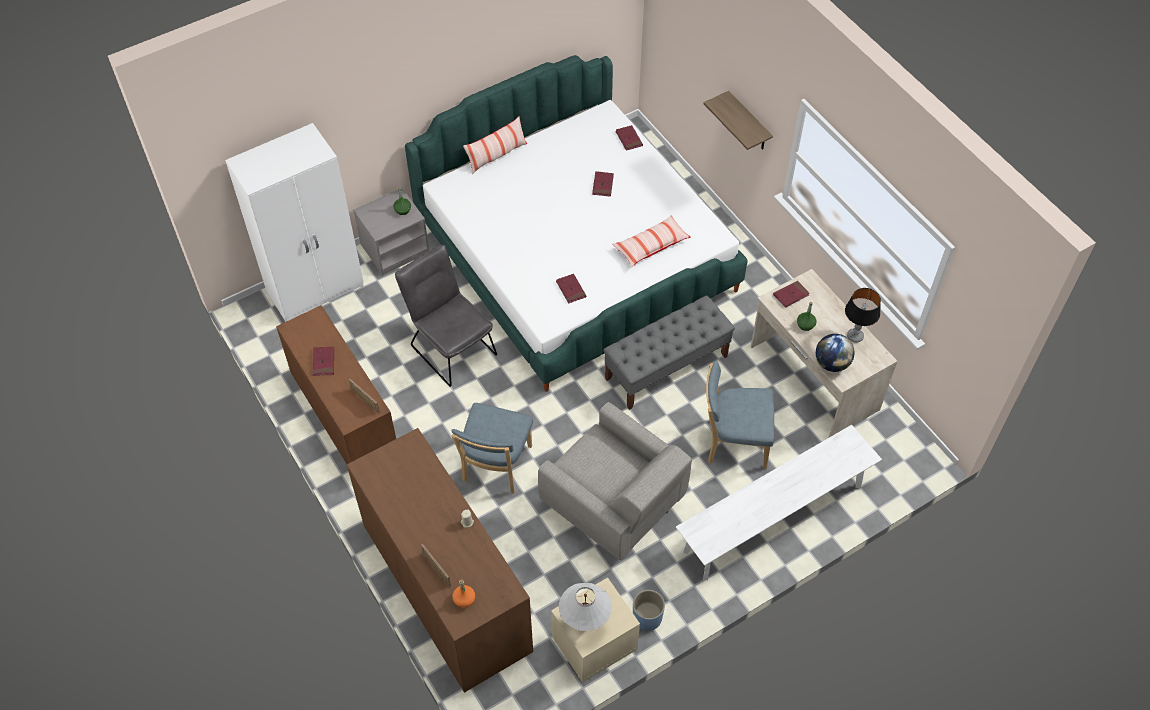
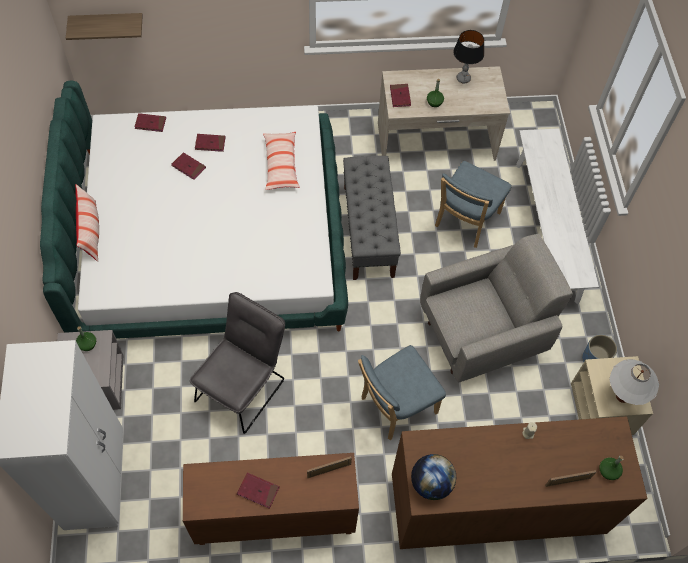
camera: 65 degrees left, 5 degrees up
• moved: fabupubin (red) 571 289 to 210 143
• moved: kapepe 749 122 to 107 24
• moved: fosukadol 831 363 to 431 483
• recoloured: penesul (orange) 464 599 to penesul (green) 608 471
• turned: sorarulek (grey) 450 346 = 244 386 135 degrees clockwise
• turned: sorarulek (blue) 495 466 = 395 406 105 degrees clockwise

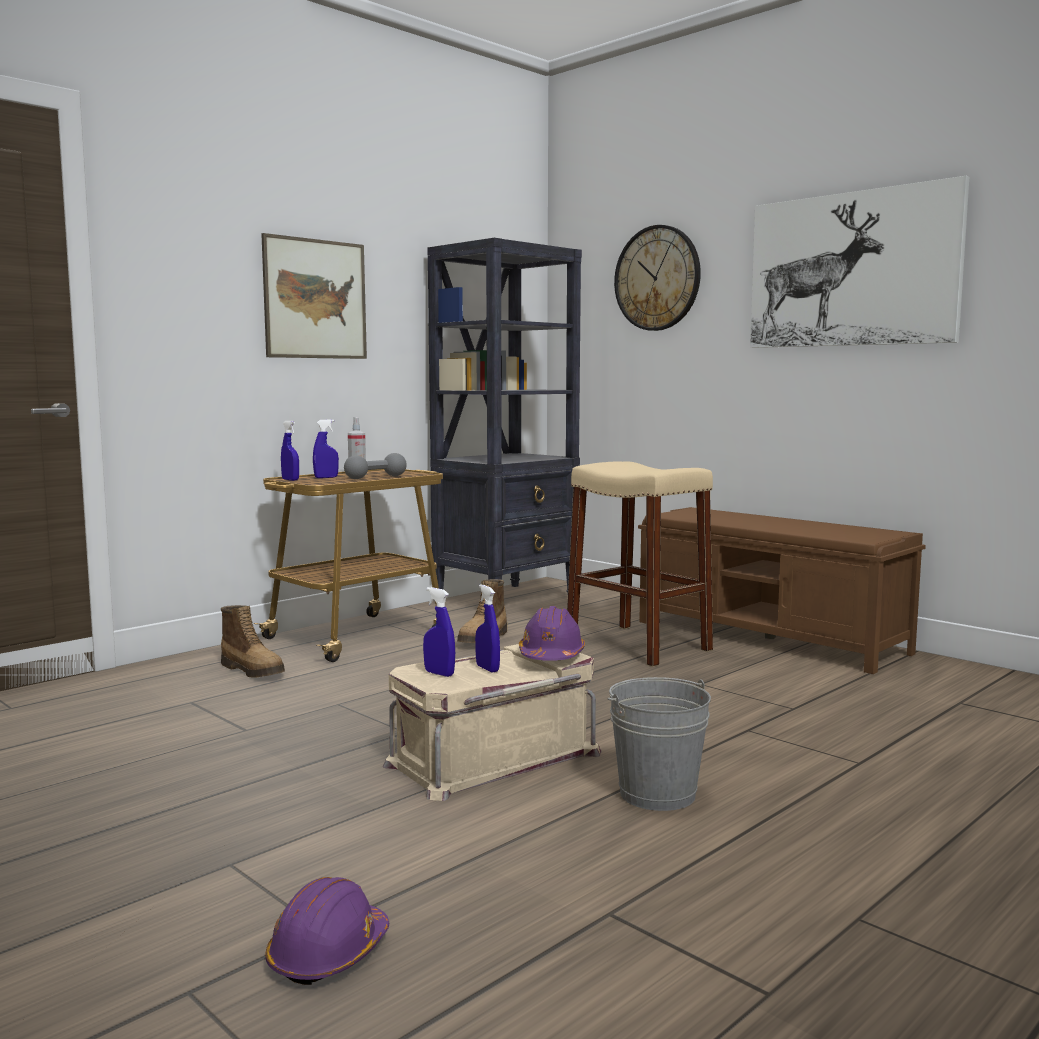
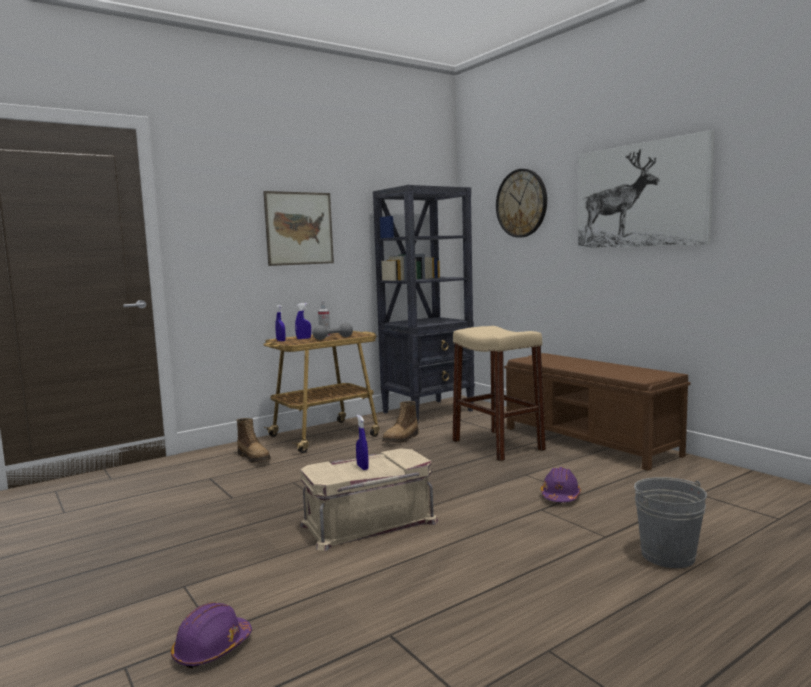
camera: 10 degrees right, 0 degrees up
• removed: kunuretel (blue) 439 673
• moved: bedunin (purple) 551 656 to 560 496
• moved: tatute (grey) 657 794 to 668 555

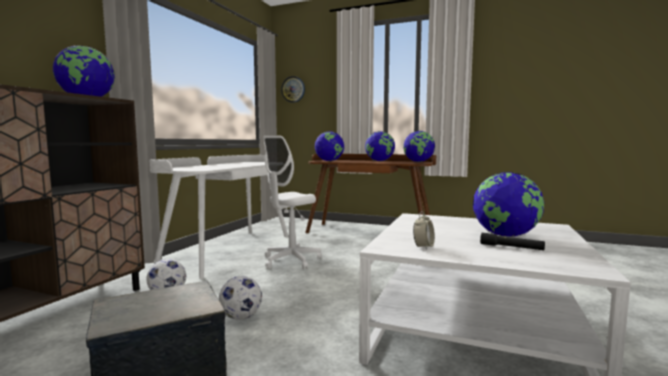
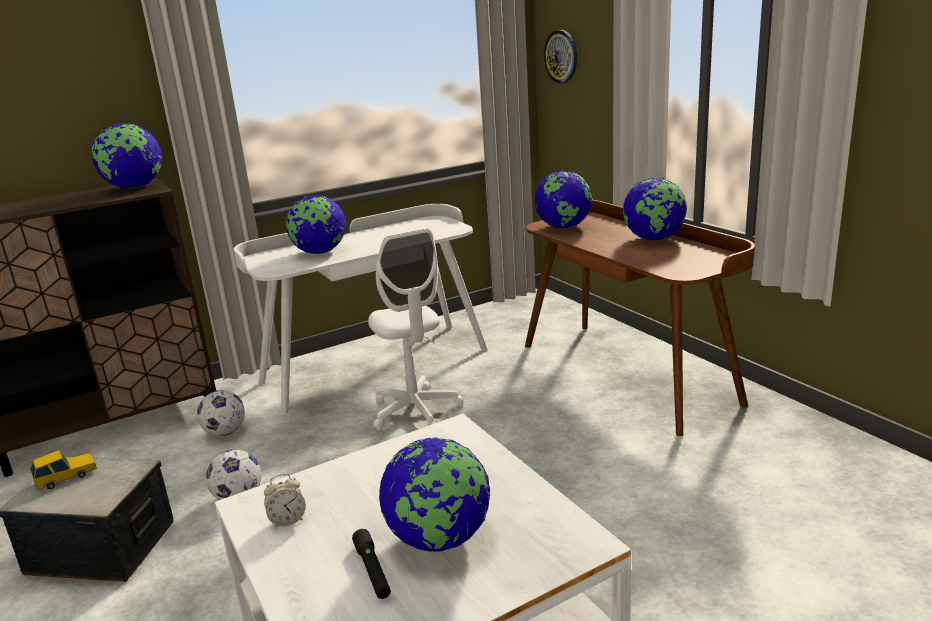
camera: 40 degrees right, 15 degrees up
• added: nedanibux 66 476
• moved: fosukadol 418 162 to 320 252
• turned: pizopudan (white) 291 261 = 415 411 105 degrees counterclockwise

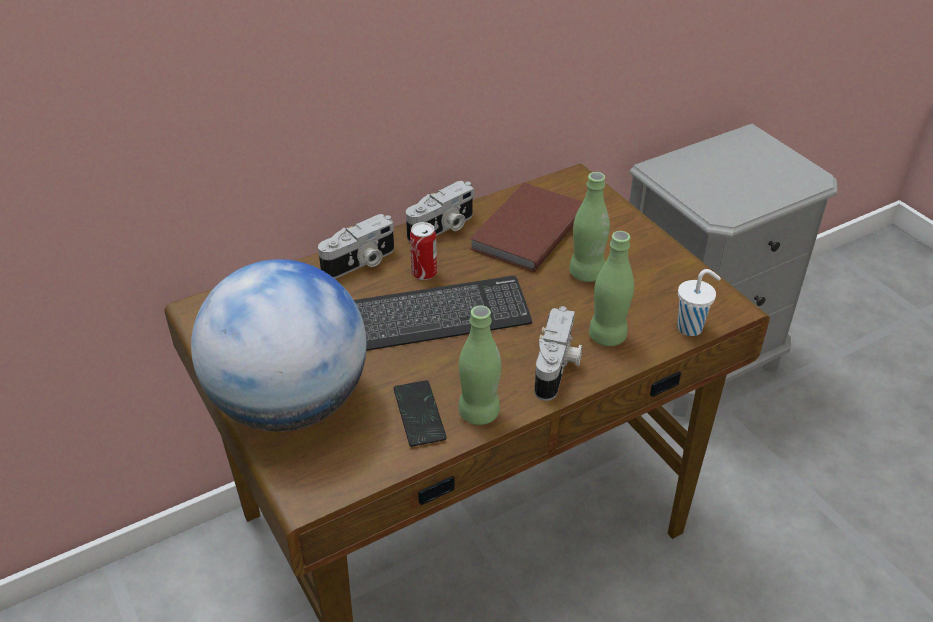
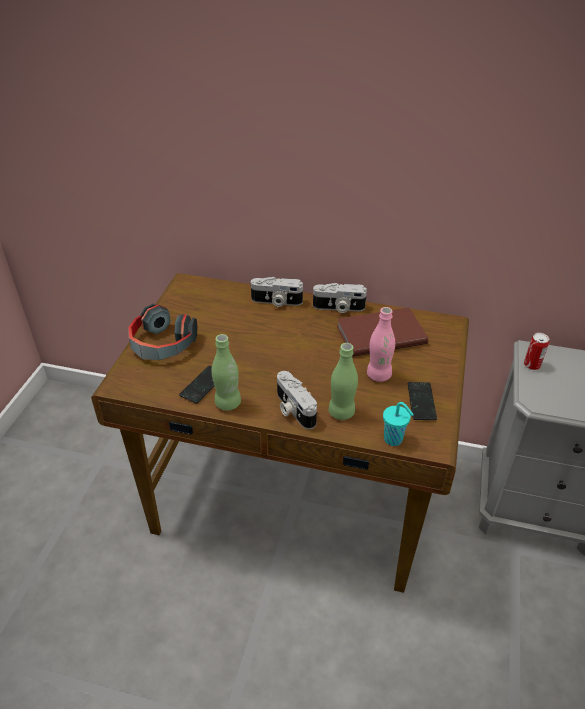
camera: 45 degrees right, 0 degrees up
• removed: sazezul 441 316
• added: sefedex 421 402
• moved: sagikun 424 273 to 532 365
• replaced: fosukadol 290 404 to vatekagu 162 344
• recoloured: penesul (green) 586 274 to penesul (pink) 378 375
• recoloured: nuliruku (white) 691 328 to nuliruku (turquoise) 394 440
• turned: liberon 557 368 = 293 409 90 degrees clockwise

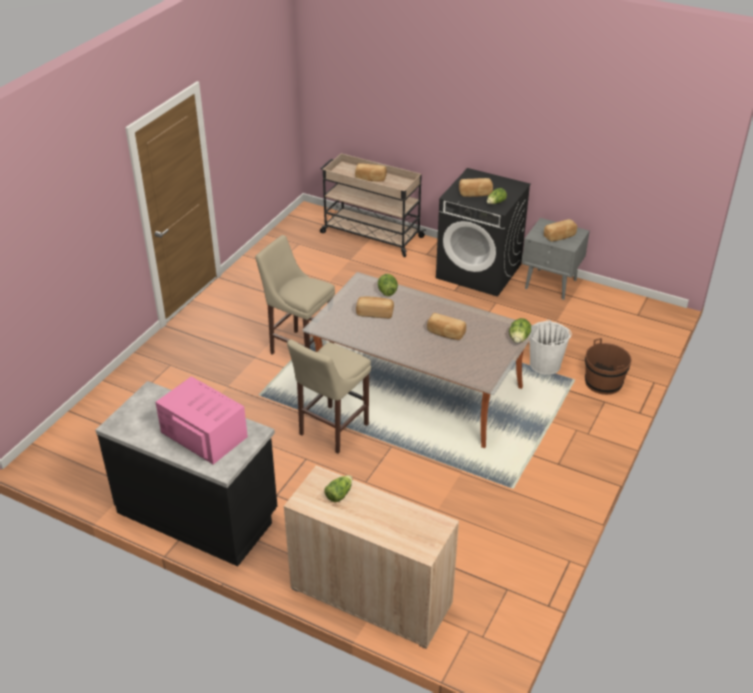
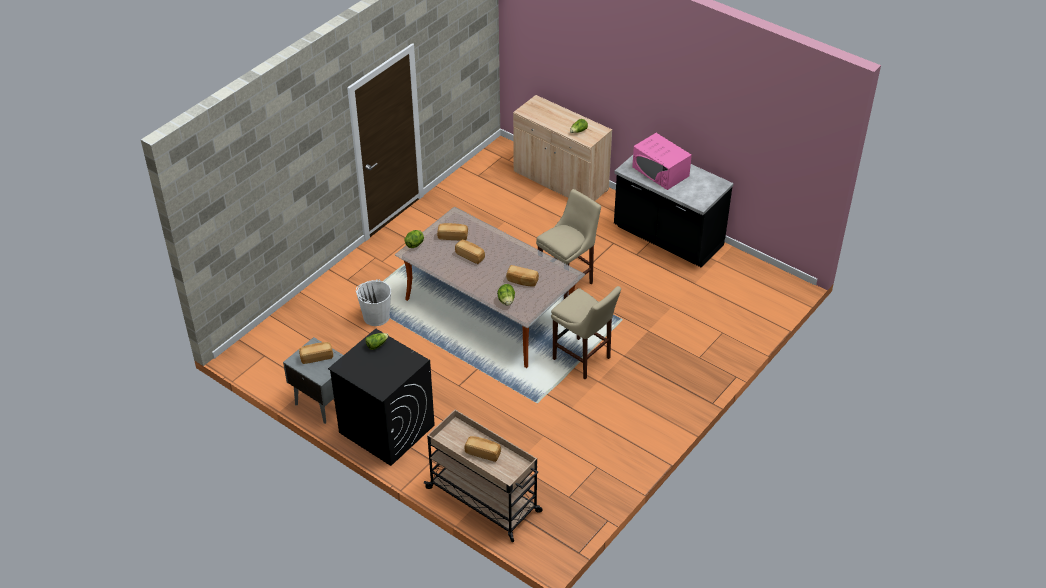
camera: 170 degrees left, 5 degrees up
• removed: tatute (brown) 603 382
• moved: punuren 475 194 to 453 236

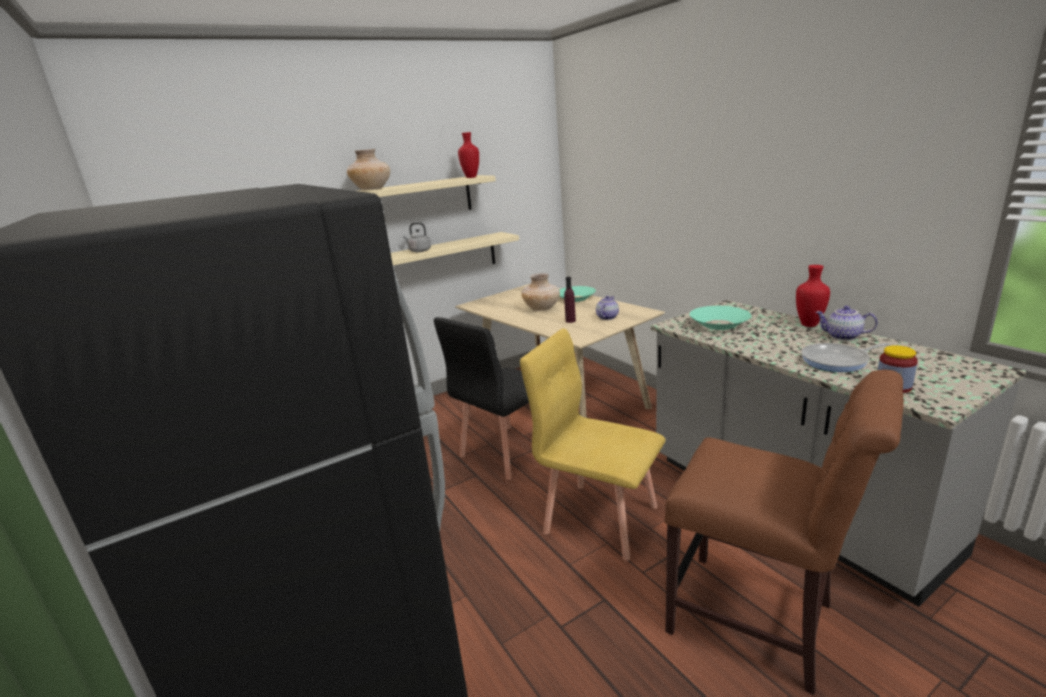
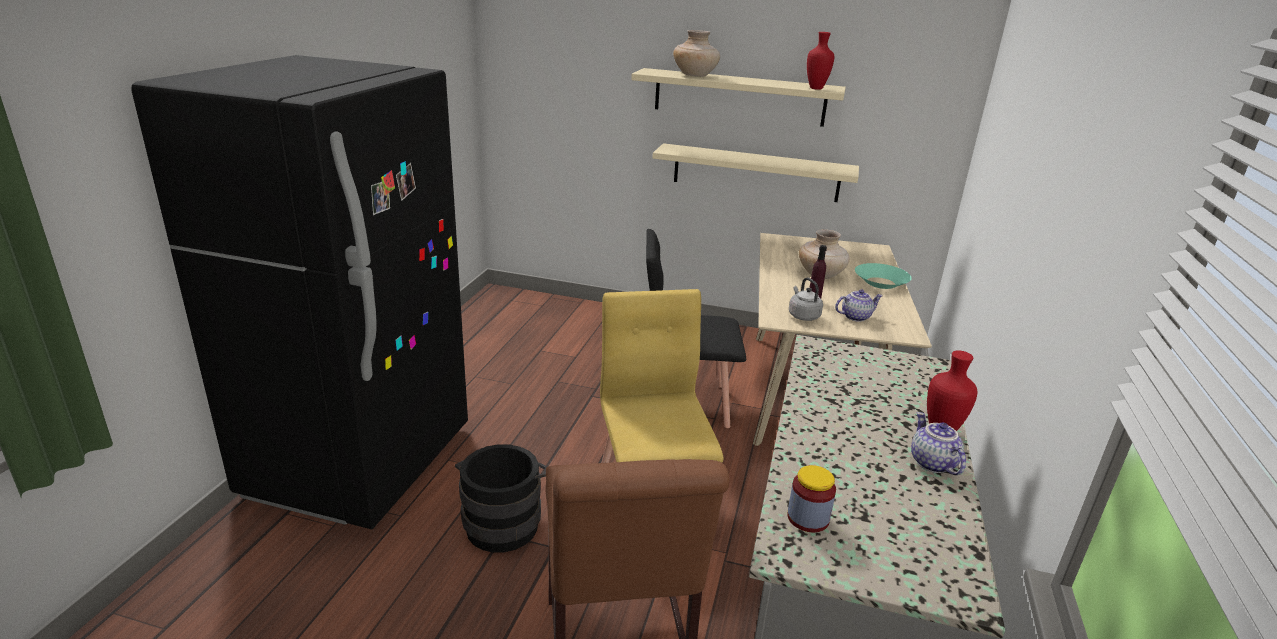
camera: 45 degrees right, 5 degrees up
• removed: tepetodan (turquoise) 718 324
• removed: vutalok 837 361
• added: tatute (black) 503 521
• moved: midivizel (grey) 419 251 to 803 315

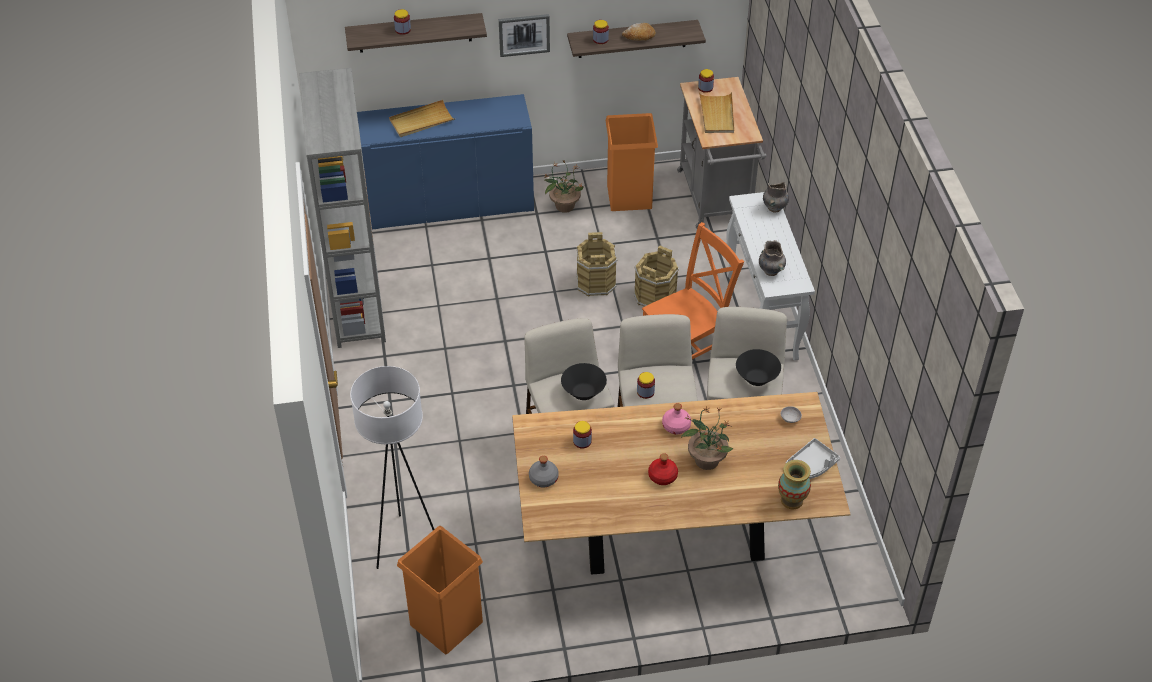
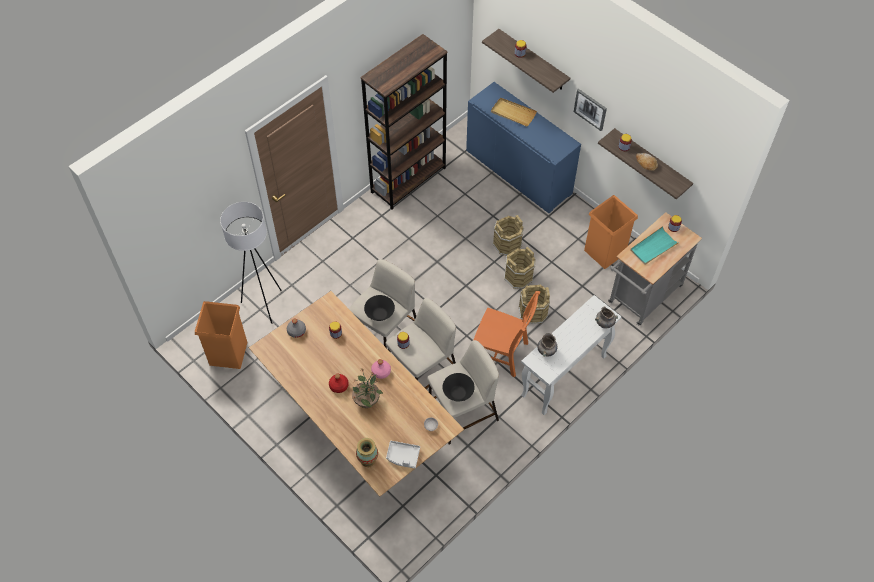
camera: 55 degrees right, 10 degrees up
• removed: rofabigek 564 206
• added: tatute (brown) 507 244
• recoloured: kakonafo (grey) 357 303 to kakonafo (brown) 408 180
• recoloured: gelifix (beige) 717 115 to gelifix (turquoise) 653 247

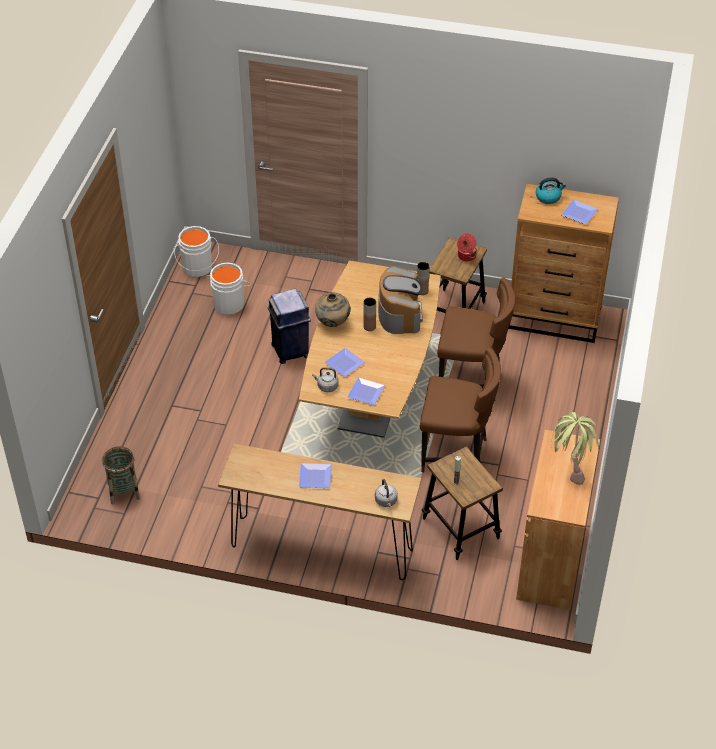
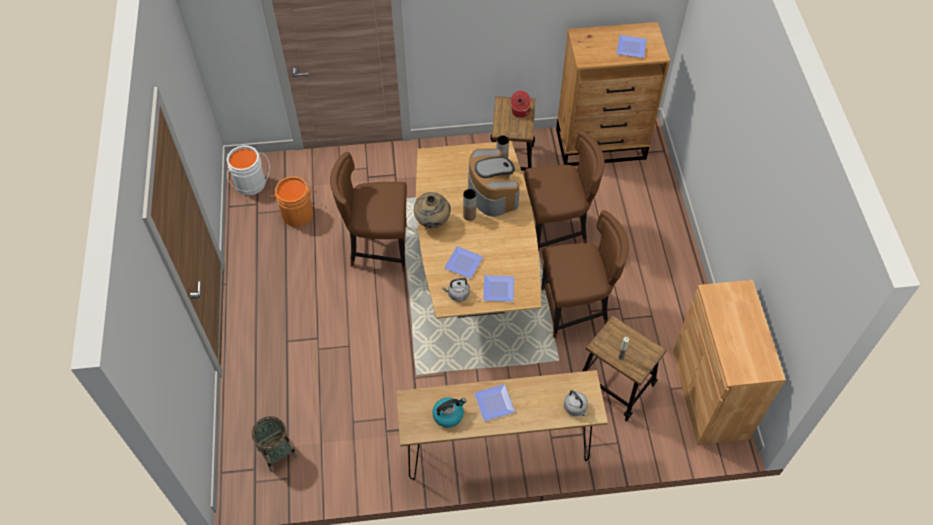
camera: 20 degrees left, 10 degrees up
• removed: rofabigek 569 469
• moved: midivizel 548 197 to 448 415
• replaced: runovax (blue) 290 351 to sorarulek (brown) 377 247
• recoloured: tatute (white) 229 302 to tatute (orange) 297 213

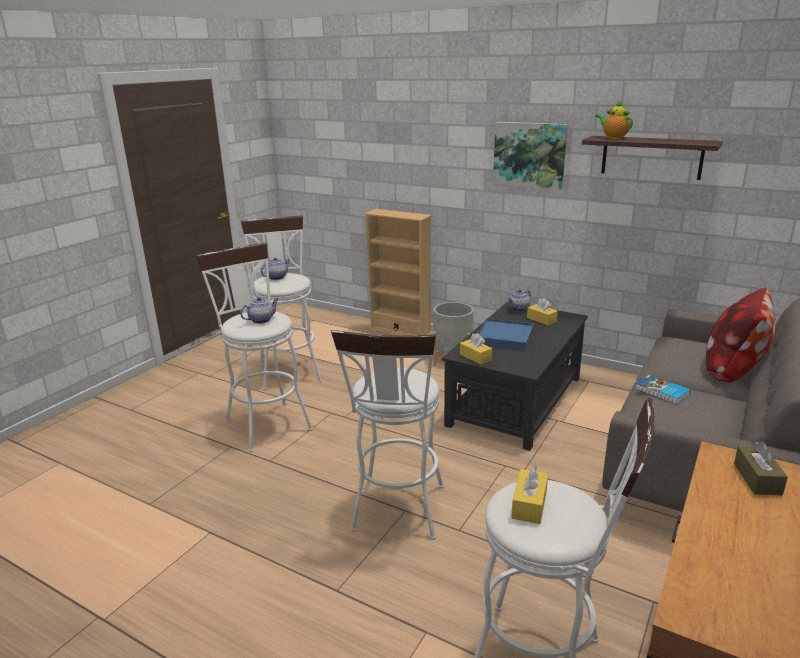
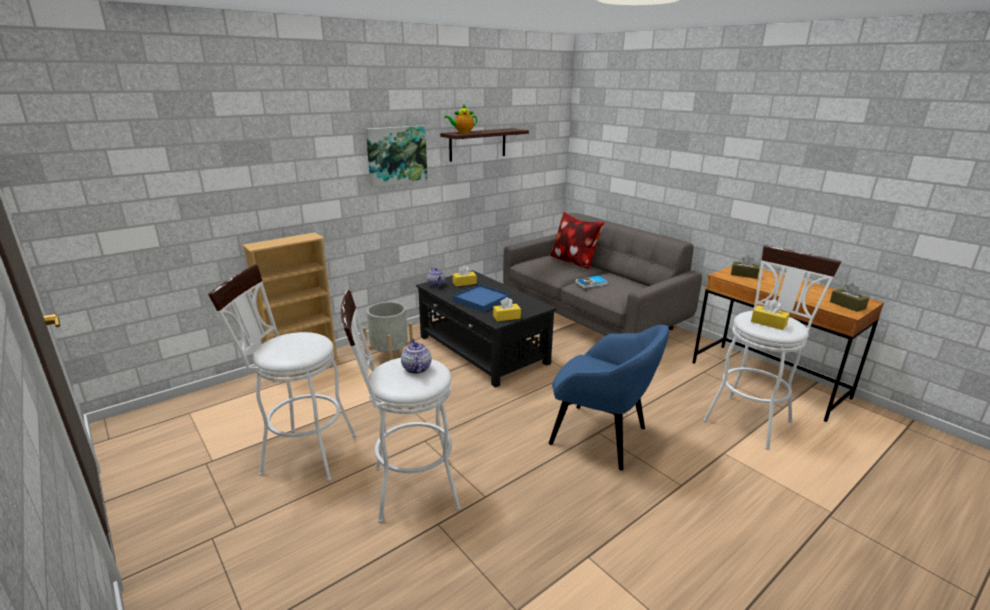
camera: 70 degrees left, 0 degrees up
• removed: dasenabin 277 277
• added: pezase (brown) 847 305
• replaced: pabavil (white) 397 514 to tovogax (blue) 600 436

